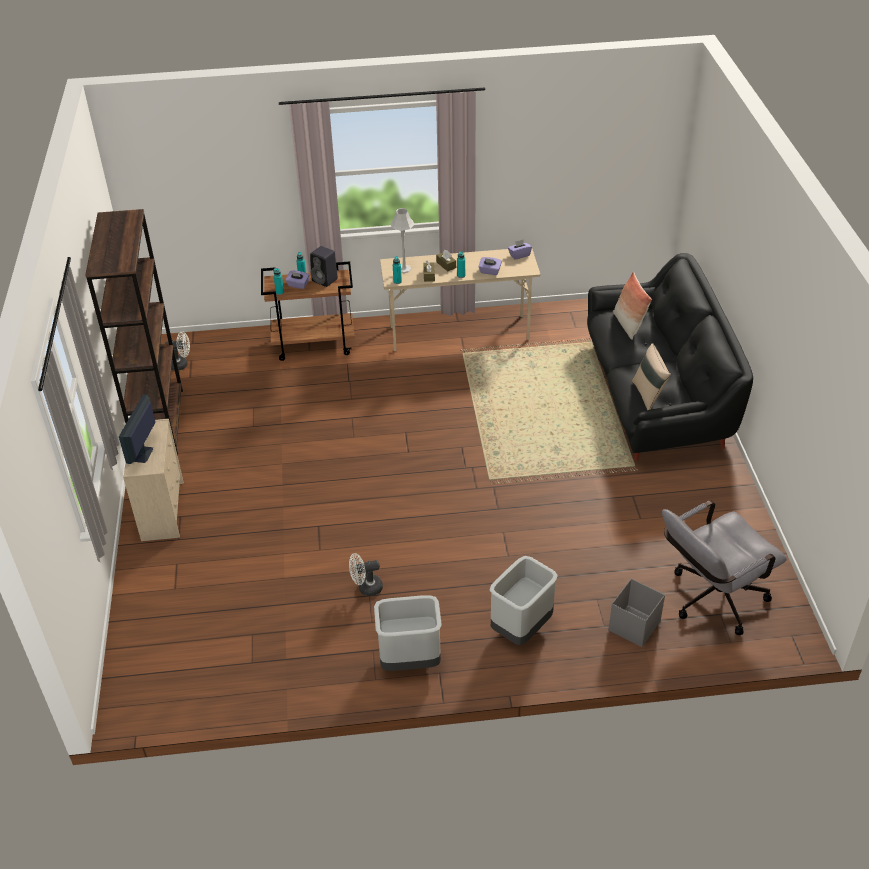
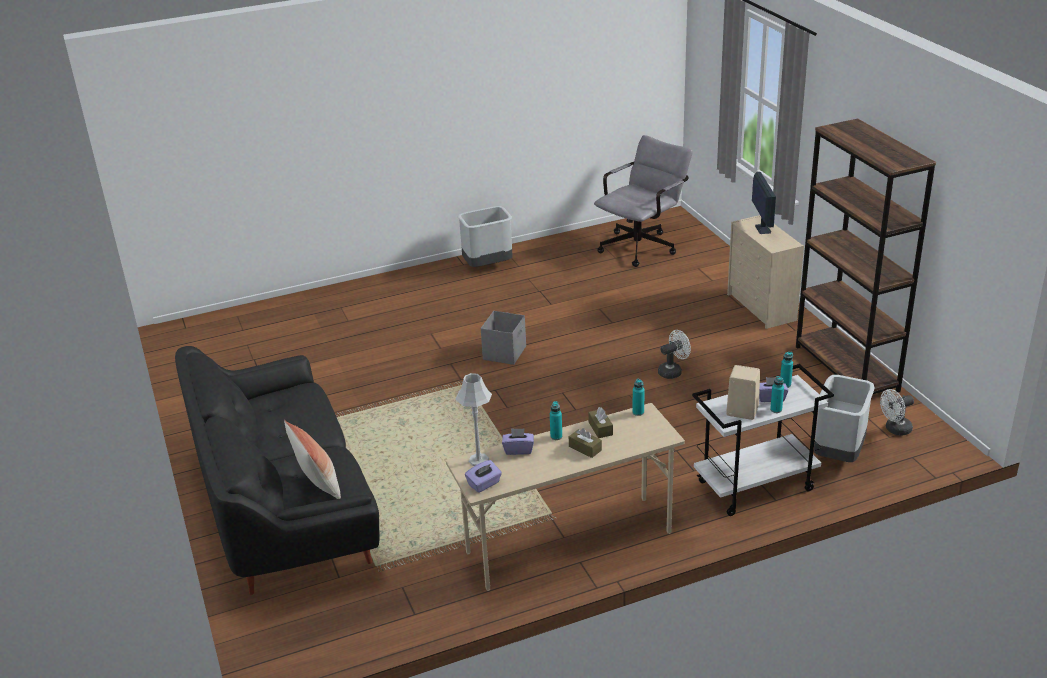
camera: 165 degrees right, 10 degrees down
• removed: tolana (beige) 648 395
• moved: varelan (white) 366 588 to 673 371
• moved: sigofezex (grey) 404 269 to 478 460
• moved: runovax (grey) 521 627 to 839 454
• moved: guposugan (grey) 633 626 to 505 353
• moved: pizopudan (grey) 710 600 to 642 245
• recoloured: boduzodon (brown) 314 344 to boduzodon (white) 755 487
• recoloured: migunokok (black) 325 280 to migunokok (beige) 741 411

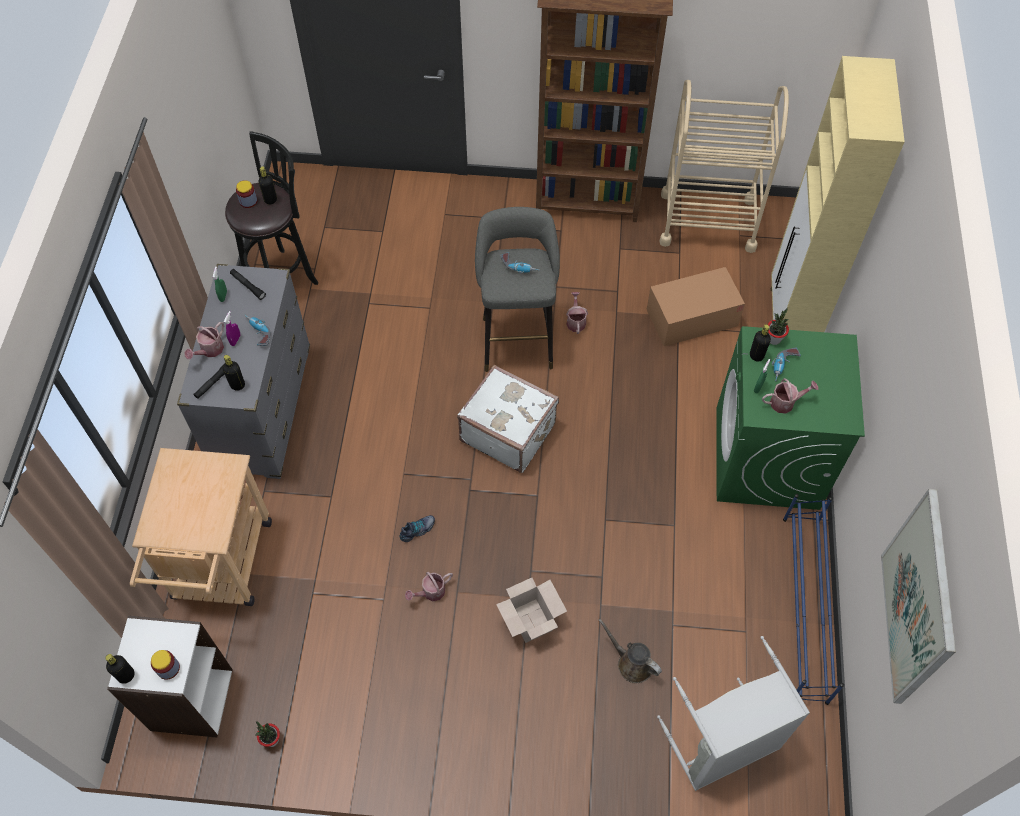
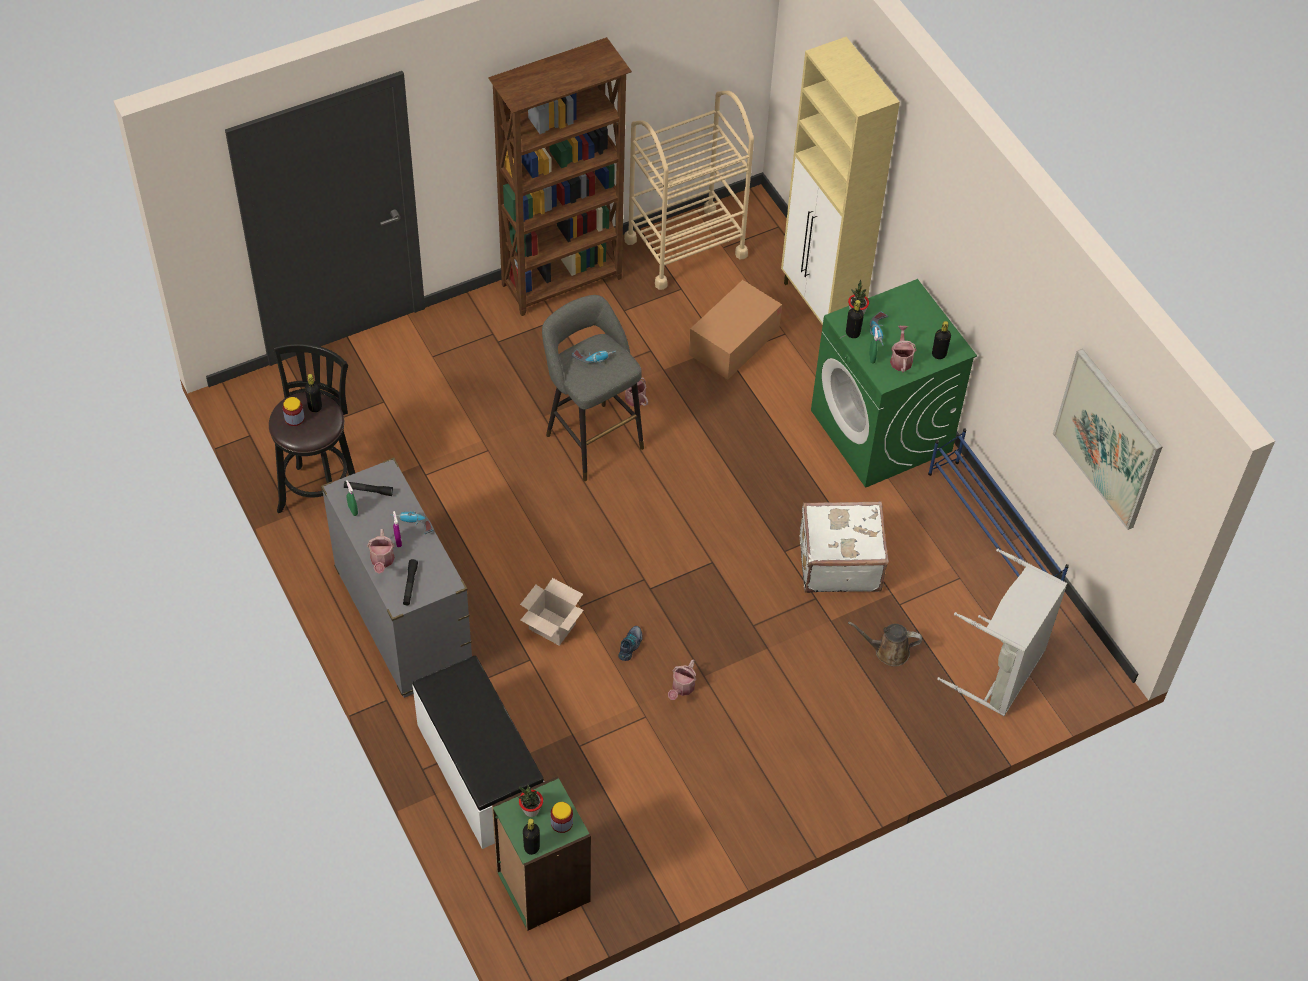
camera: 35 degrees left, 5 degrees down
• moved: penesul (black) 237 385 to 939 354
• moved: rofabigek 271 740 to 531 810
• moved: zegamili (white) 508 431 to 838 562
• moved: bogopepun 530 620 to 550 626
• replaced: boduzodon (beige) 220 569 to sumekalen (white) 479 772
• recoloured: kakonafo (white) 191 699 to kakonafo (green) 542 887
• turned: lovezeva 785 402 = 901 359 45 degrees counterclockwise

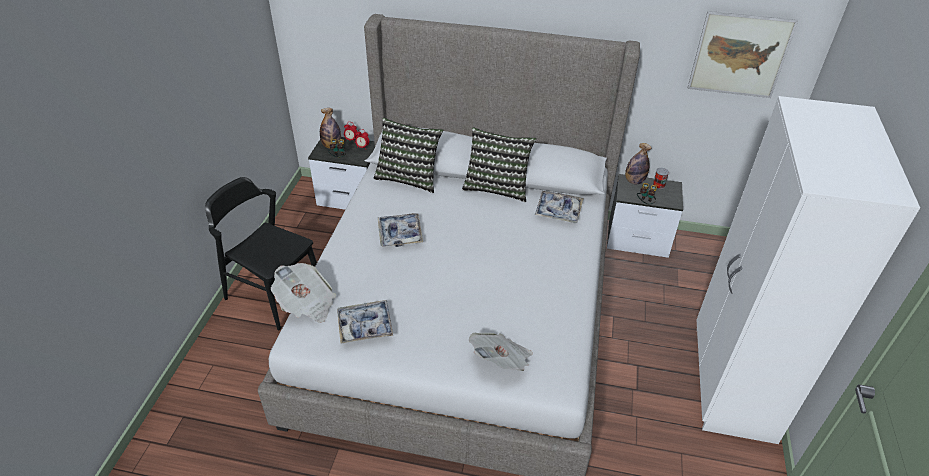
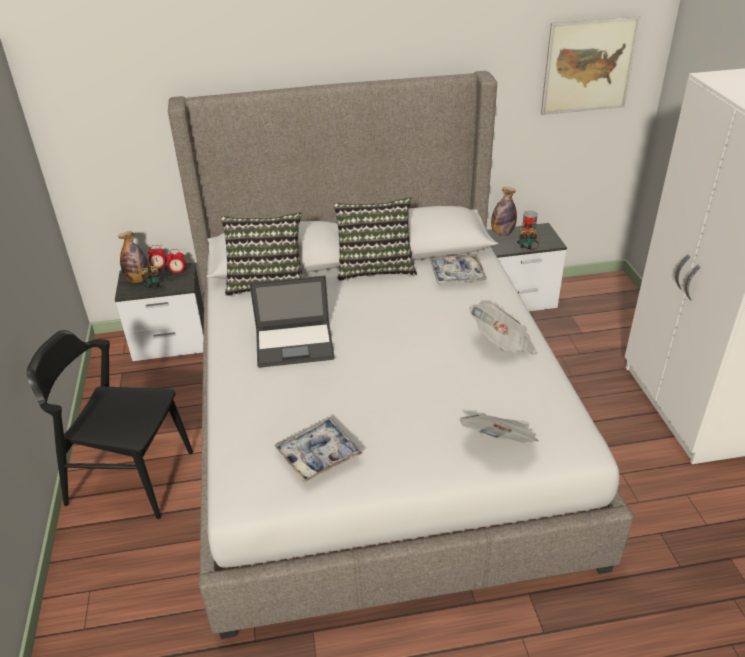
camera: 20 degrees left, 5 degrees down
• moved: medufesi 306 304 to 502 344
• replaced: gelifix 400 234 to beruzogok 295 344

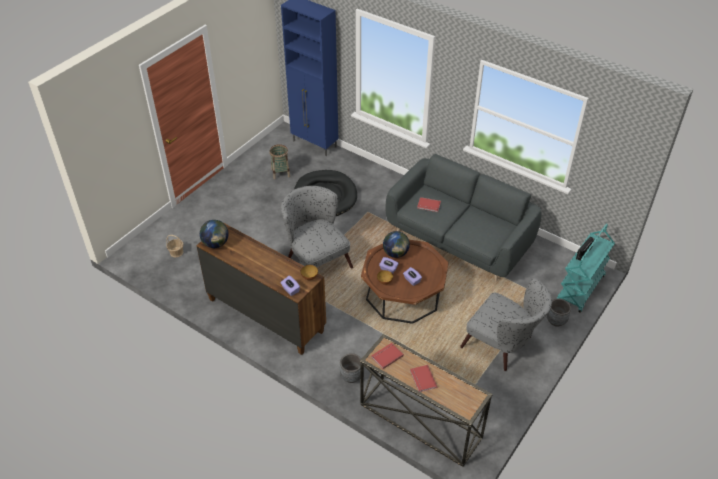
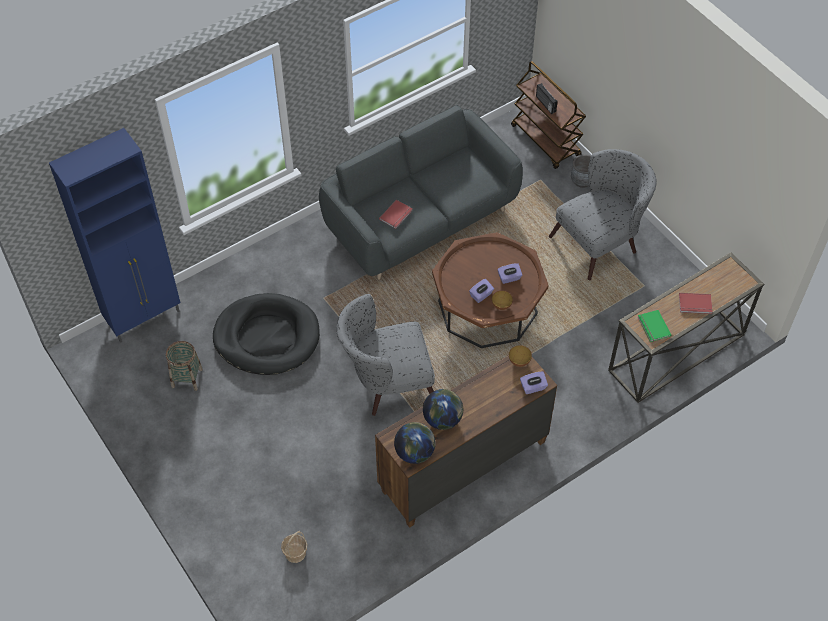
camera: 70 degrees left, 10 degrees up
• removed: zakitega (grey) 351 376
• moved: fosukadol 395 253 to 443 419
• recoloured: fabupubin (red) 386 356 to fabupubin (green) 653 327
• recoloured: boduzodon (turquoise) 580 289 to boduzodon (brown) 546 141

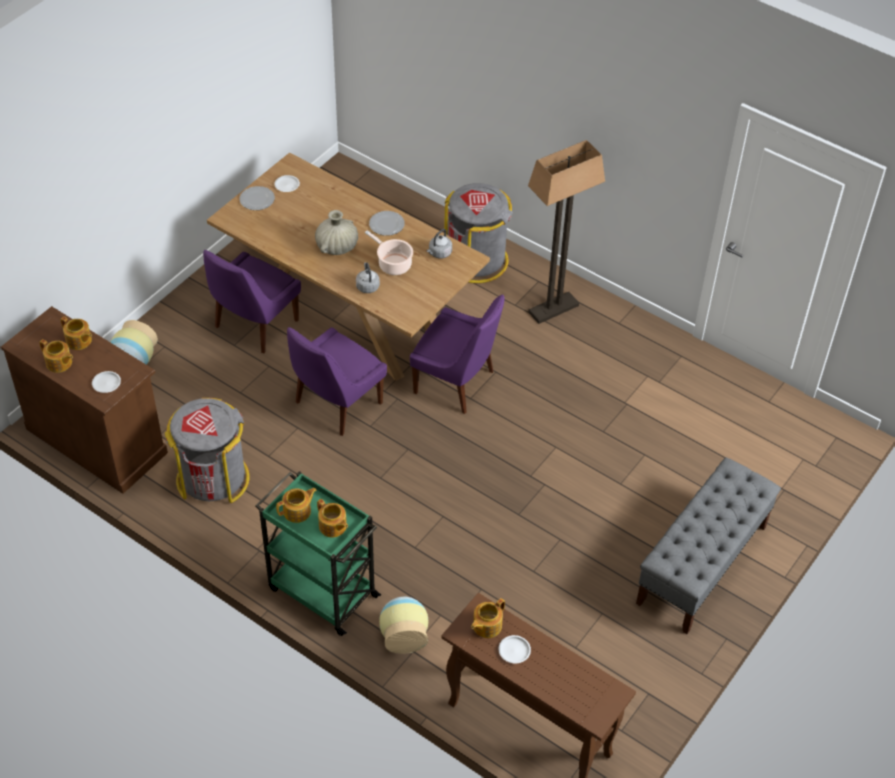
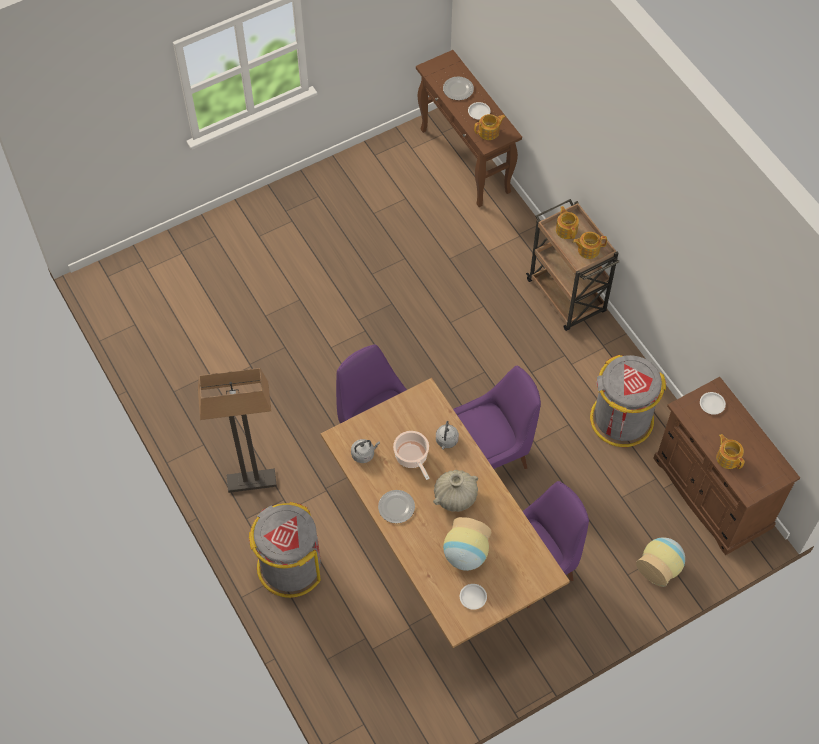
camera: 155 degrees left, 10 degrees up
• removed: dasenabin 59 363
• removed: sumekalen (grey) 702 565
• moved: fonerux 257 200 to 458 89
• moved: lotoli 404 634 to 465 555
• recoloured: boduzodon (green) 321 591 to boduzodon (brown) 567 297

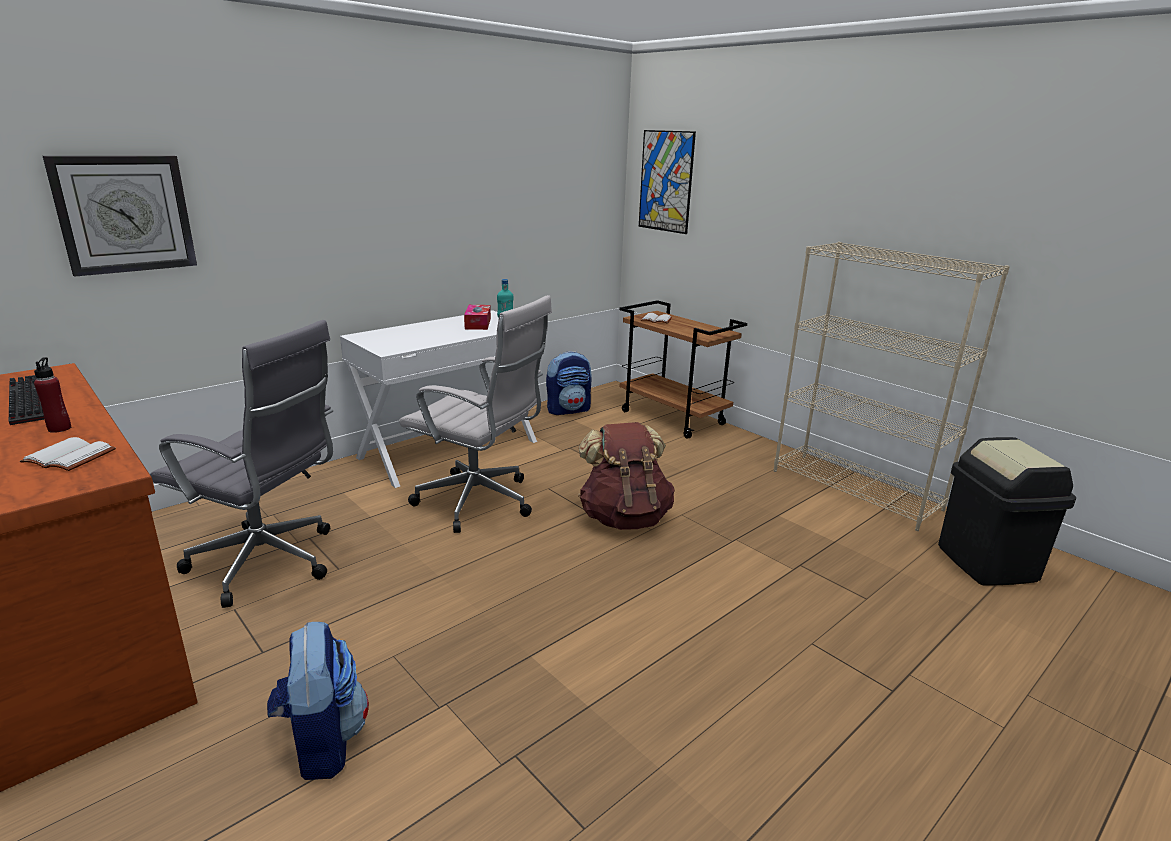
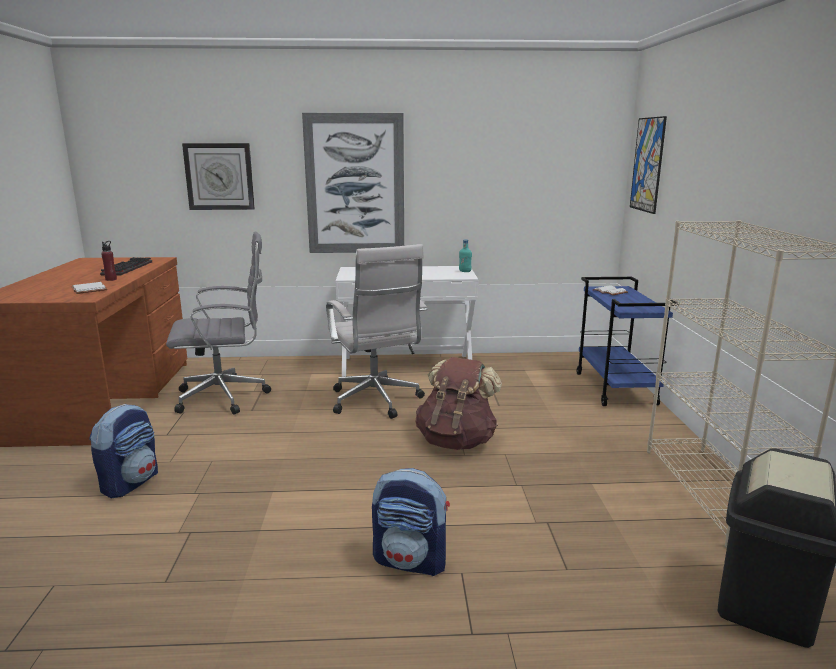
camera: 40 degrees right, 5 degrees down
• removed: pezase 478 323
• added: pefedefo 355 184
• moved: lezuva 568 410 to 411 561
• recoloured: boduzodon (brown) 673 418 to boduzodon (blue) 616 389
• turned: pizopudan (grey) 269 564 = 226 397 75 degrees counterclockwise

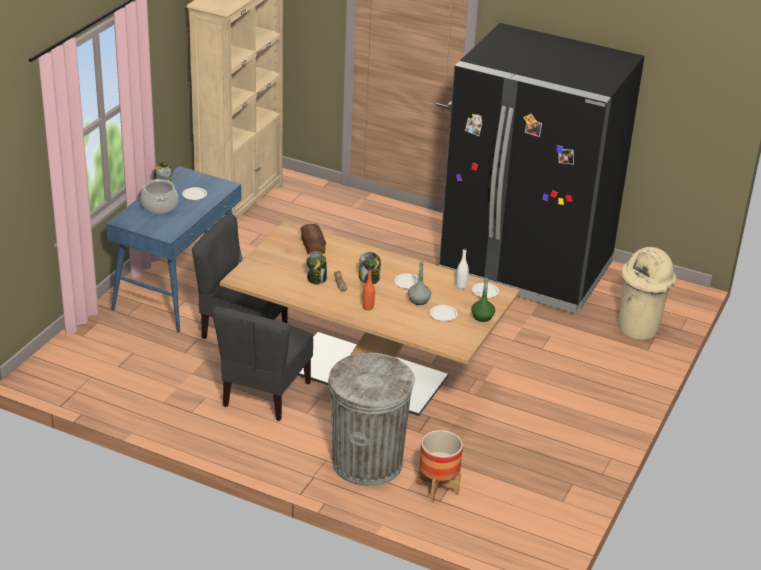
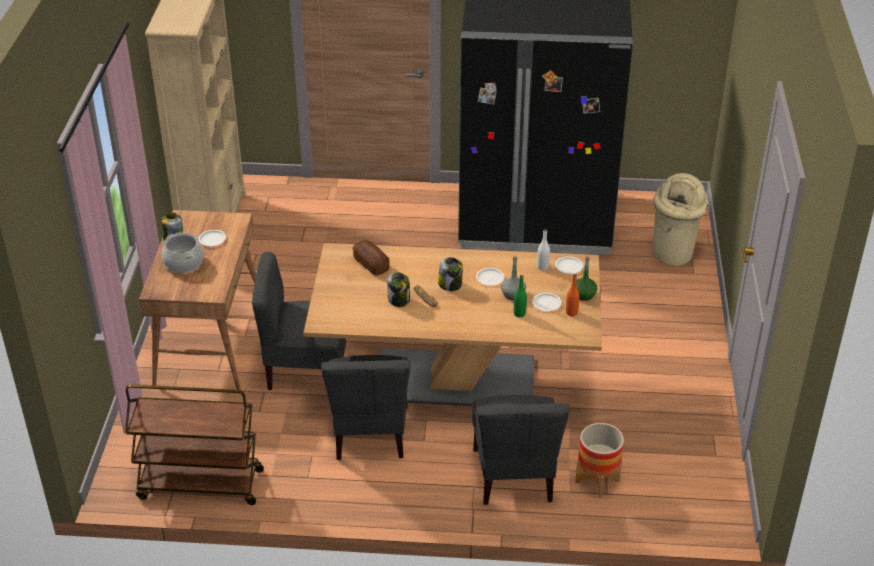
camera: 20 degrees left, 5 degrees up
• added: boduzodon (brown) 199 485
• added: penesul (green) 519 313
• moved: penesul (orange) 368 307 to 571 313
• replaced: runovax (grey) 367 462 to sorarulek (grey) 514 475
• recoloured: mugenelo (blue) 179 289 to mugenelo (brown) 210 341

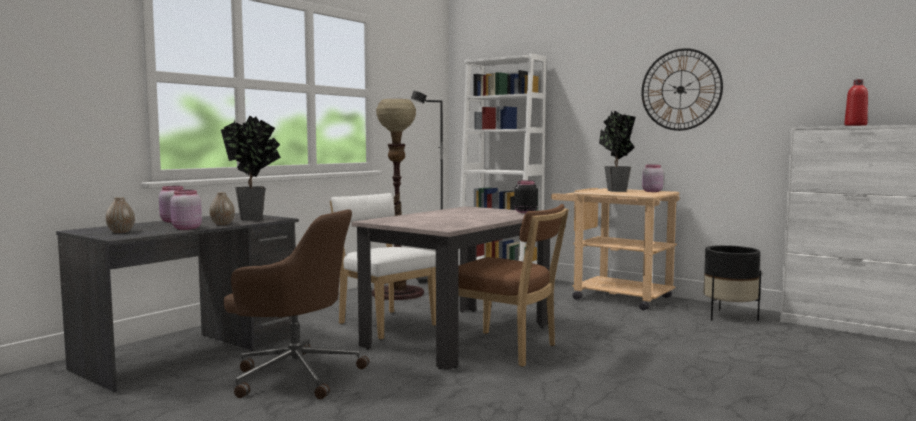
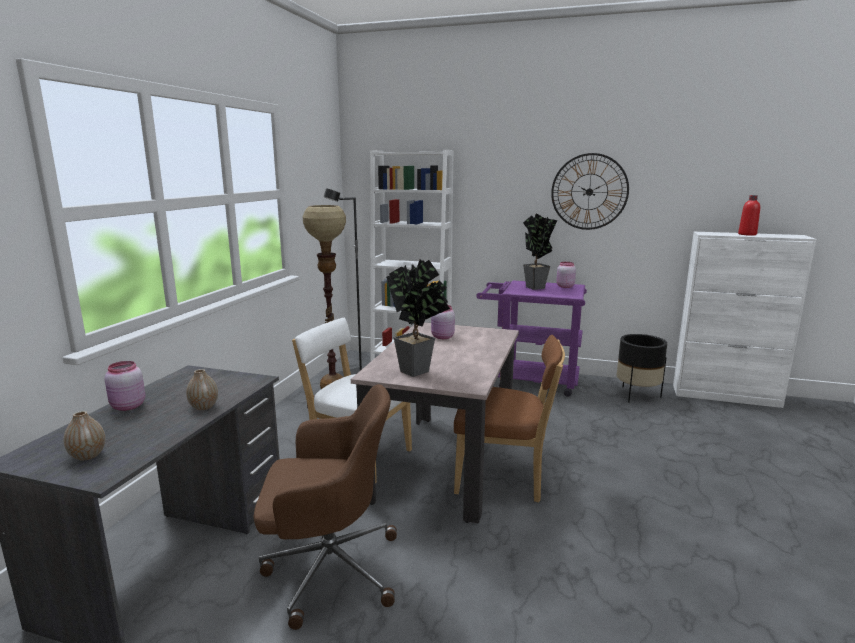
camera: 20 degrees left, 10 degrees up
• removed: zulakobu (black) 525 212
• moved: zulakobu (pink) 186 228 to 442 337
• moved: rofabigek 255 219 to 419 371
• recoloured: boduzodon (beige) 613 297 to boduzodon (purple) 529 380

